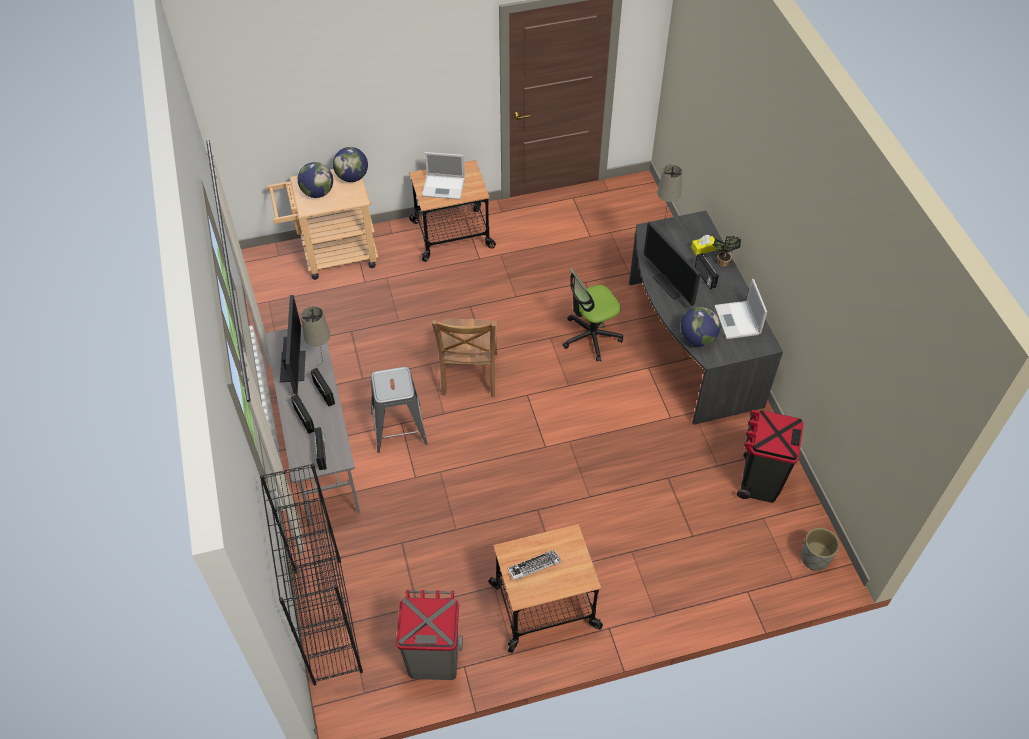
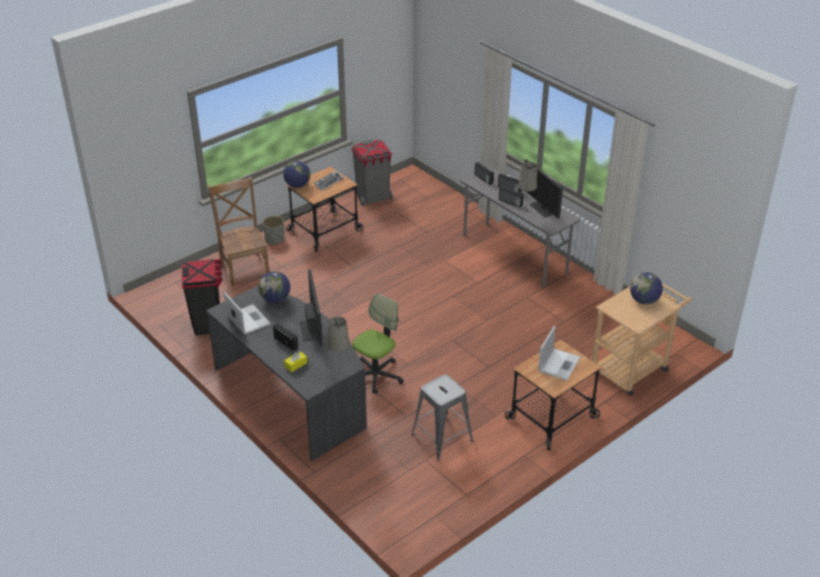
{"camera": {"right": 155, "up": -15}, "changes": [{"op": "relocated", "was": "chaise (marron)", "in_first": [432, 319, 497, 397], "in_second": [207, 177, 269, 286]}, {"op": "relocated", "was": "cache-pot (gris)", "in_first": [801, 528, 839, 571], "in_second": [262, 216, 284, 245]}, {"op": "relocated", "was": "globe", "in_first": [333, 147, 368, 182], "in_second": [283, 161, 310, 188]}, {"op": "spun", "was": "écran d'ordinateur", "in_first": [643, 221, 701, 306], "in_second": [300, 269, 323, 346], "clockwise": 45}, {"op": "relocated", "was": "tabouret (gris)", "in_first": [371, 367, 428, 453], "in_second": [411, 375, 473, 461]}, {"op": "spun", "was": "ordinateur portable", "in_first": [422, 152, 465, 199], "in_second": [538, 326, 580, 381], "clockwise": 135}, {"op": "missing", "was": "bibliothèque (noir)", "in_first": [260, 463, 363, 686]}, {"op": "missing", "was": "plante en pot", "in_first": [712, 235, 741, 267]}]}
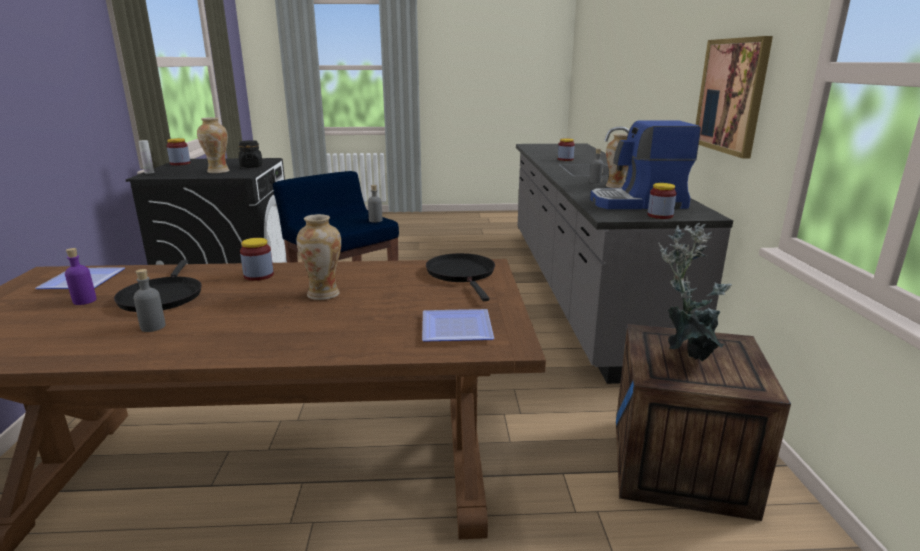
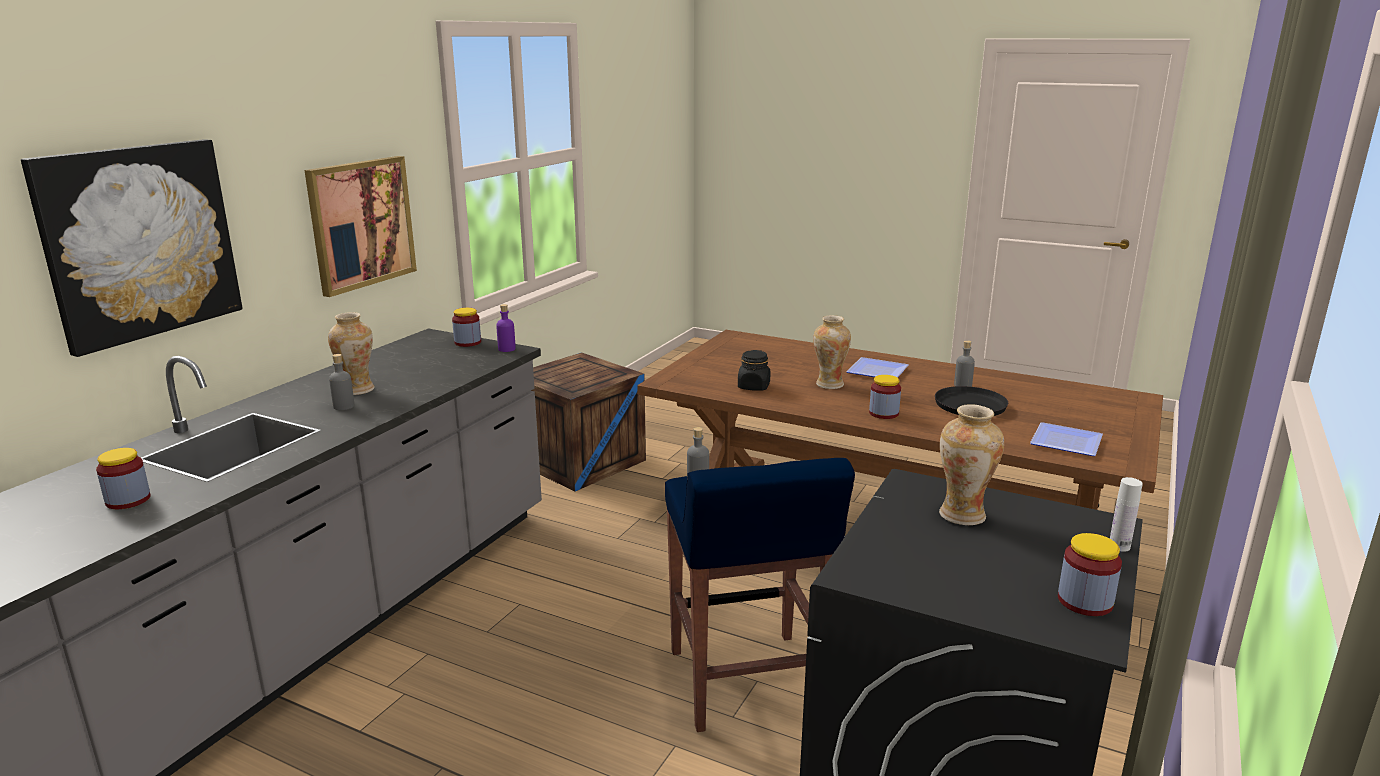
{"camera": {"right": -150, "up": 0}, "changes": [{"op": "appeared", "now": "tableau", "in_second": [21, 139, 242, 357]}, {"op": "relocated", "was": "bouteille (violet)", "in_first": [65, 248, 97, 305], "in_second": [496, 304, 516, 352]}, {"op": "relocated", "was": "bocal (noir)", "in_first": [239, 140, 263, 168], "in_second": [738, 350, 771, 391]}, {"op": "relocated", "was": "assiette", "in_first": [422, 309, 494, 342], "in_second": [846, 357, 908, 378]}, {"op": "missing", "was": "poêle (noir)", "in_first": [426, 253, 495, 301]}, {"op": "missing", "was": "machine à café", "in_first": [590, 120, 701, 209]}, {"op": "missing", "was": "plante en pot", "in_first": [658, 223, 732, 361]}]}
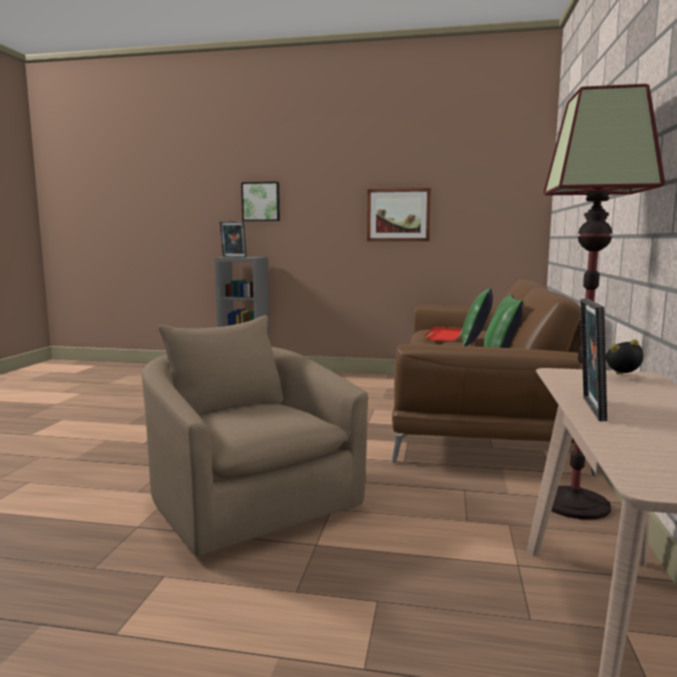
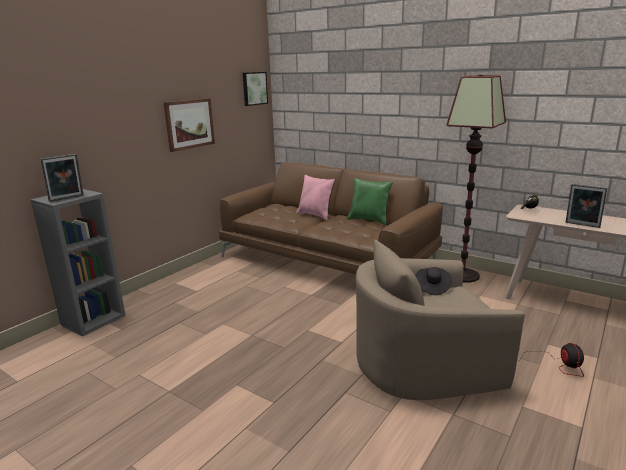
{"camera": {"right": -65, "up": 10}, "changes": [{"op": "relocated", "was": "tableau", "in_first": [241, 182, 280, 221], "in_second": [243, 72, 268, 106]}, {"op": "colour", "was": "coussin (vert)", "now": "coussin (rose)", "in_first": [462, 288, 493, 346], "in_second": [296, 175, 335, 221]}, {"op": "appeared", "now": "chapeau (noir)", "in_second": [416, 267, 452, 295]}, {"op": "appeared", "now": "ventilateur", "in_second": [521, 343, 584, 377]}, {"op": "missing", "was": "plateau (rouge)", "in_first": [424, 327, 462, 341]}]}
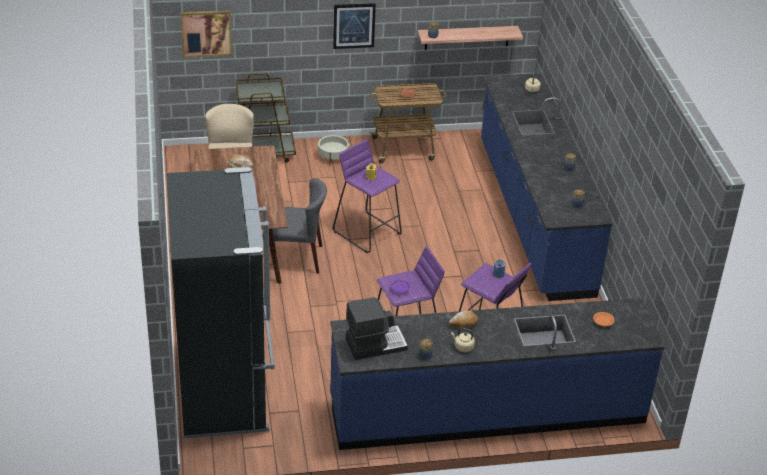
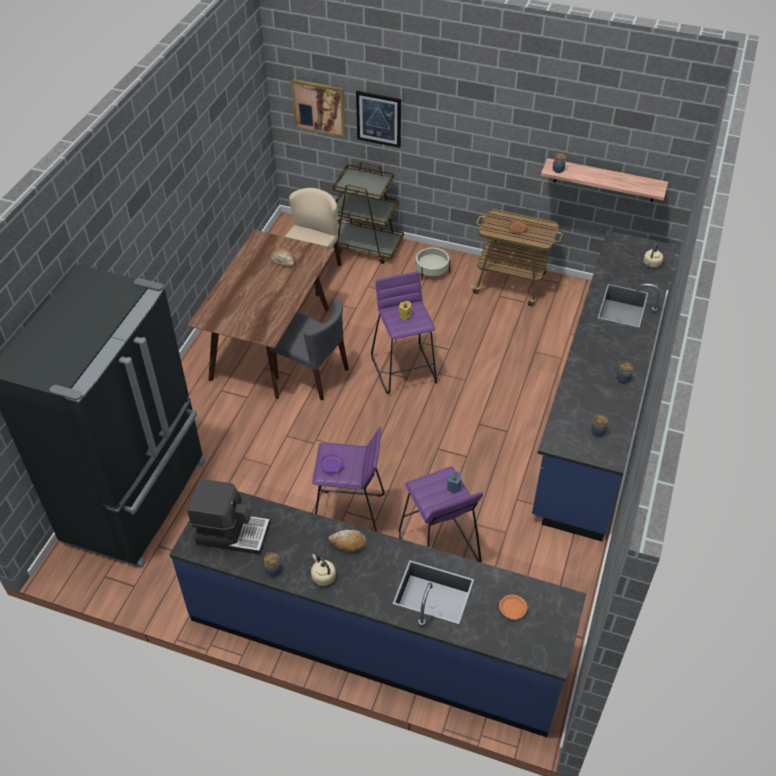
{"camera": {"right": 30, "up": 10}, "changes": [{"op": "relocated", "was": "tableau", "in_first": [333, 3, 376, 49], "in_second": [356, 91, 401, 148]}]}
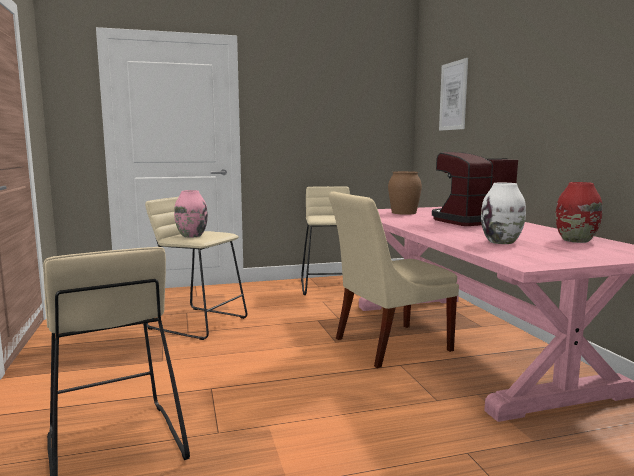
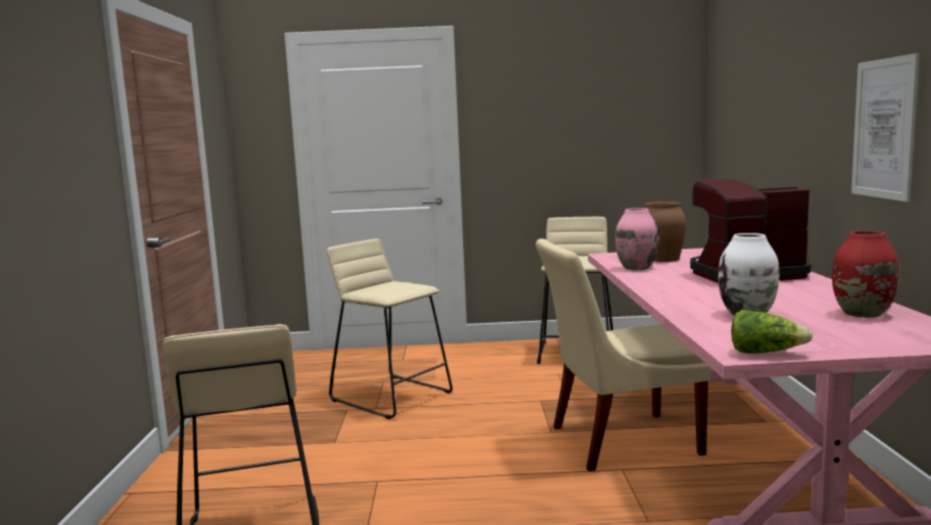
{"camera": {"right": 15, "up": 0}, "changes": [{"op": "relocated", "was": "vase (rose)", "in_first": [174, 190, 208, 238], "in_second": [615, 208, 659, 270]}, {"op": "appeared", "now": "laitue", "in_second": [731, 310, 813, 354]}, {"op": "relocated", "was": "tableau", "in_first": [439, 58, 468, 131], "in_second": [851, 53, 920, 202]}]}
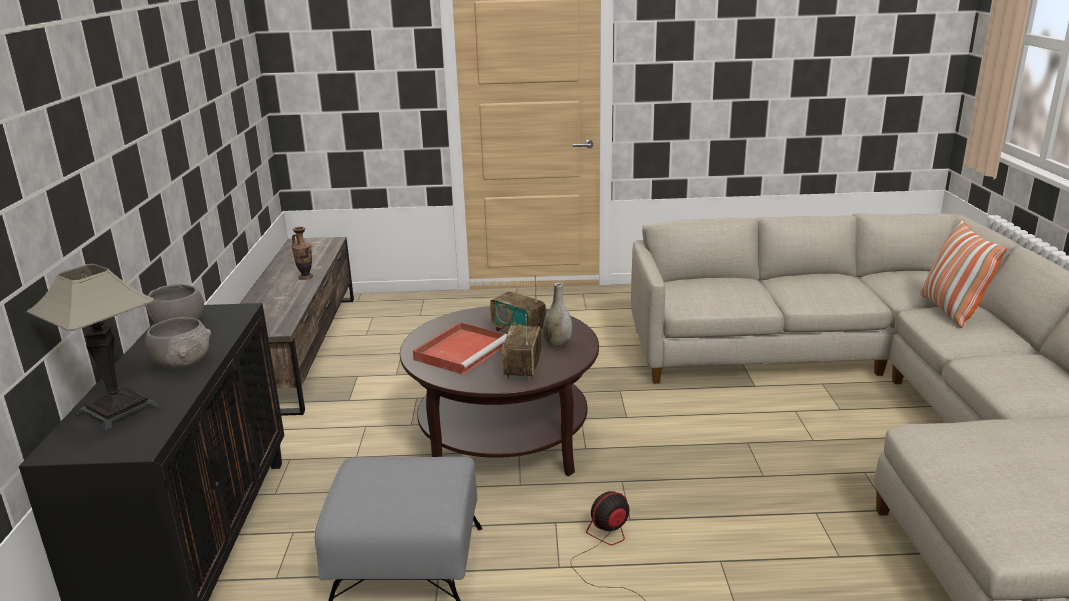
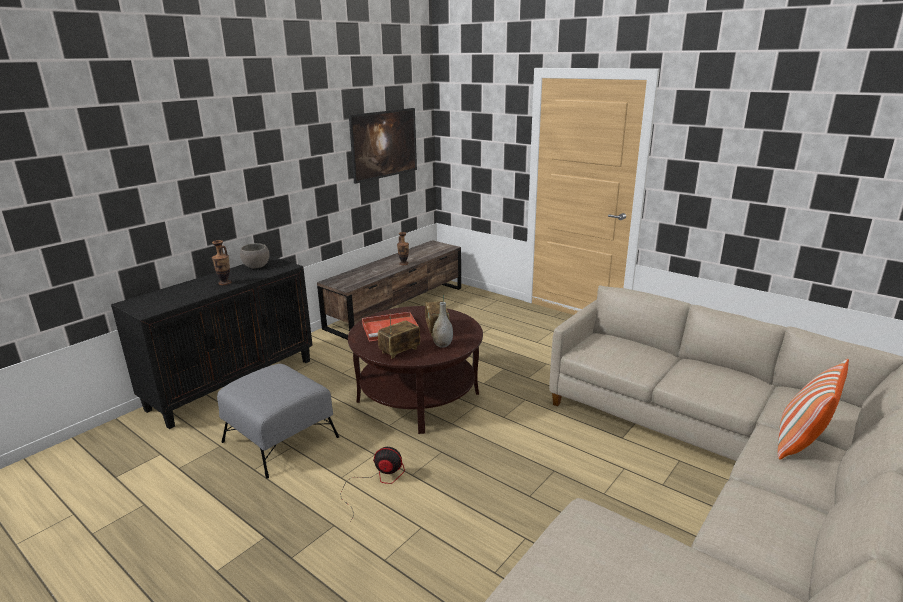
{"camera": {"right": 40, "up": 0}, "changes": [{"op": "exchanged", "was": "bol (gris)", "now": "vase", "in_first": [145, 317, 211, 369], "in_second": [212, 240, 231, 285]}, {"op": "appeared", "now": "tableau", "in_second": [349, 108, 417, 184]}, {"op": "missing", "was": "lampe de table", "in_first": [27, 264, 161, 432]}]}
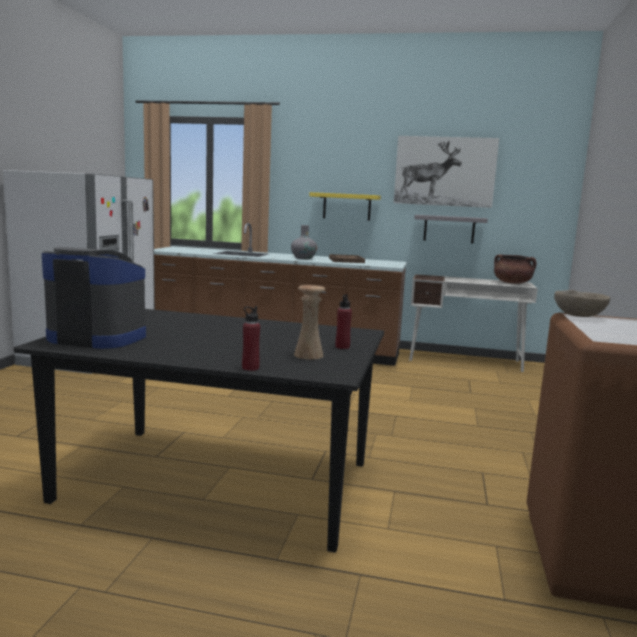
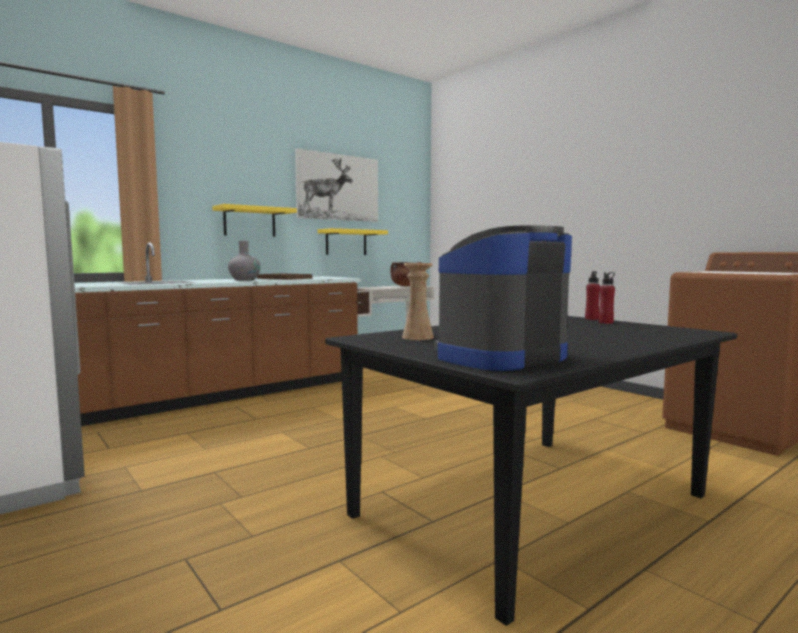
{"camera": {"right": -50, "up": -5}, "changes": [{"op": "colour", "was": "étagère (gris)", "now": "étagère (jaune)", "in_first": [414, 215, 488, 243], "in_second": [318, 228, 388, 255]}, {"op": "relocated", "was": "vase (beige)", "in_first": [294, 285, 325, 359], "in_second": [402, 263, 434, 340]}, {"op": "relocated", "was": "bouteille (rouge)", "in_first": [242, 306, 260, 371], "in_second": [585, 271, 600, 320]}, {"op": "missing", "was": "bol (beige)", "in_first": [554, 290, 610, 317]}]}
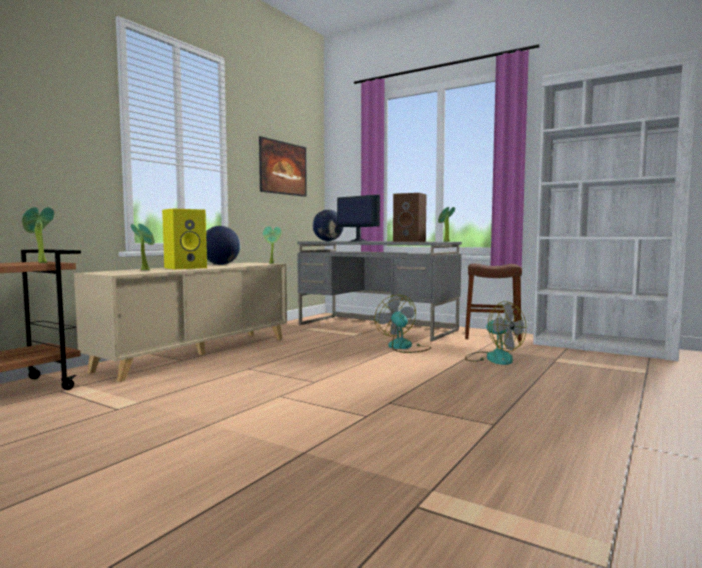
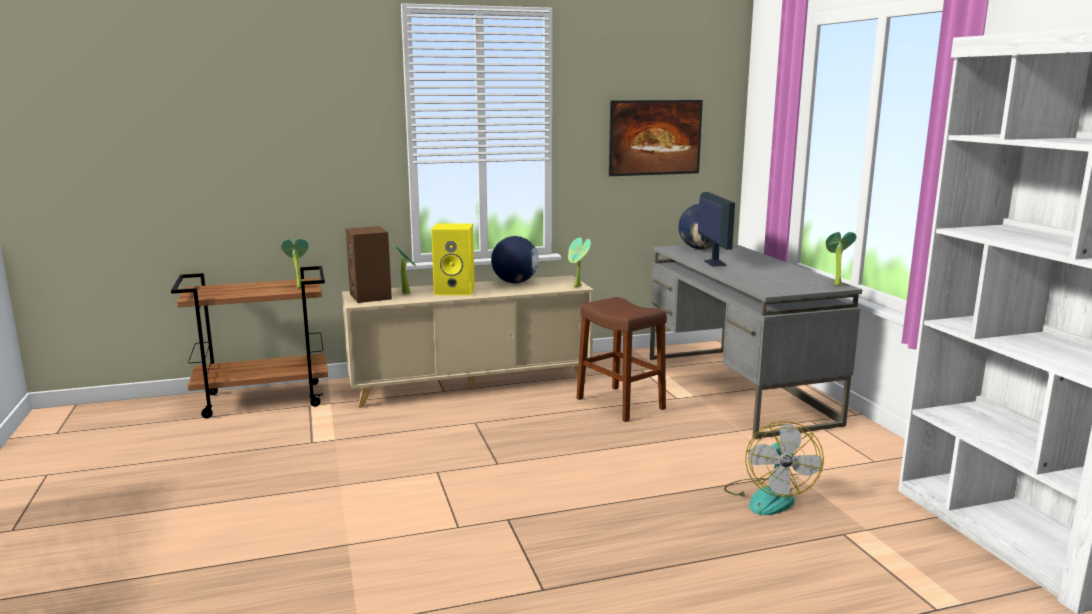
{"camera": {"right": 40, "up": 10}, "changes": [{"op": "relocated", "was": "enceinte (marron)", "in_first": [393, 193, 427, 242], "in_second": [346, 226, 392, 303]}, {"op": "relocated", "was": "tabouret (marron)", "in_first": [465, 264, 522, 342], "in_second": [577, 297, 667, 422]}, {"op": "missing", "was": "ventilateur", "in_first": [375, 295, 431, 353]}]}
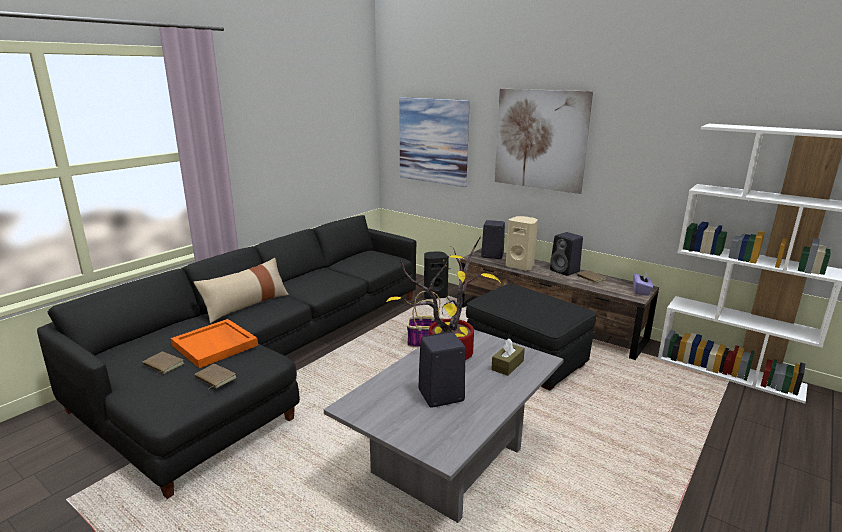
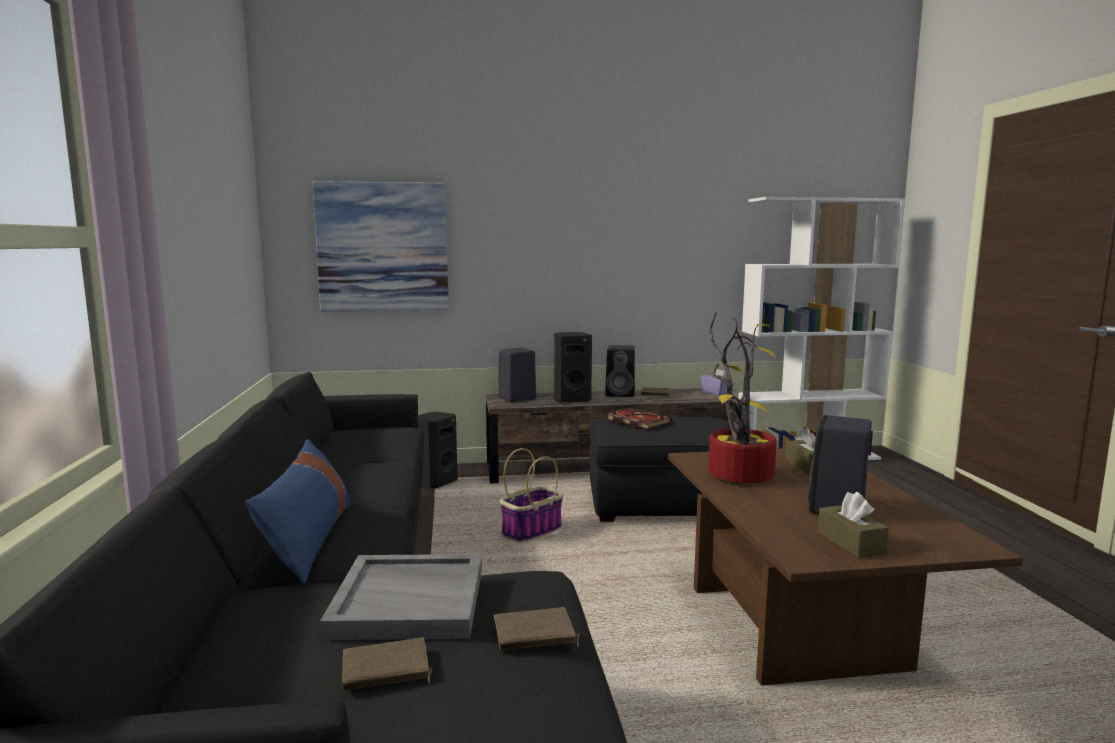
{"camera": {"right": -45, "up": -10}, "changes": [{"op": "colour", "was": "coussin (beige)", "now": "coussin (bleu)", "in_first": [194, 258, 289, 323], "in_second": [245, 439, 351, 584]}, {"op": "colour", "was": "plateau (orange)", "now": "plateau (gris)", "in_first": [171, 319, 258, 368], "in_second": [320, 554, 482, 640]}, {"op": "colour", "was": "enceinte (beige)", "now": "enceinte (noir)", "in_first": [506, 216, 538, 271], "in_second": [554, 332, 592, 403]}, {"op": "appeared", "now": "livre", "in_second": [606, 408, 672, 429]}, {"op": "colour", "was": "table basse (gris)", "now": "table basse (marron)", "in_first": [324, 330, 564, 523], "in_second": [668, 448, 1023, 686]}, {"op": "appeared", "now": "boîte à mouchoirs (marron)", "in_second": [818, 492, 889, 558]}, {"op": "missing", "was": "tableau", "in_first": [495, 89, 593, 194]}]}
